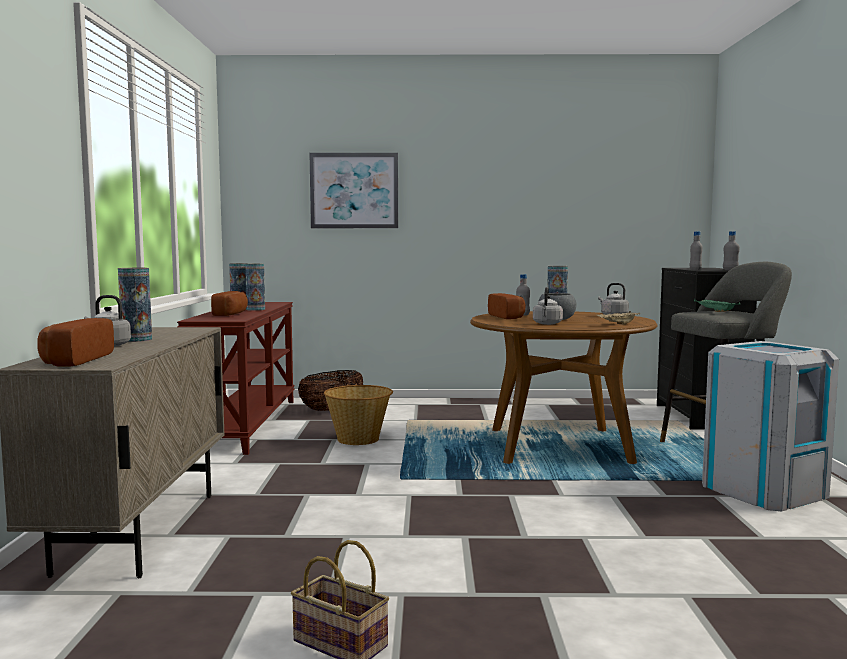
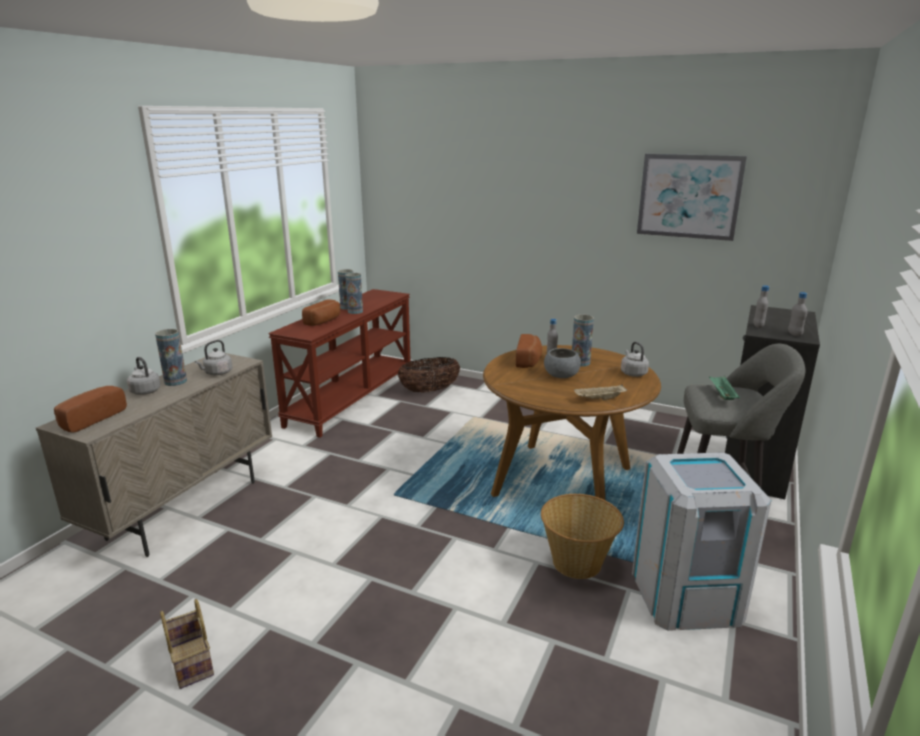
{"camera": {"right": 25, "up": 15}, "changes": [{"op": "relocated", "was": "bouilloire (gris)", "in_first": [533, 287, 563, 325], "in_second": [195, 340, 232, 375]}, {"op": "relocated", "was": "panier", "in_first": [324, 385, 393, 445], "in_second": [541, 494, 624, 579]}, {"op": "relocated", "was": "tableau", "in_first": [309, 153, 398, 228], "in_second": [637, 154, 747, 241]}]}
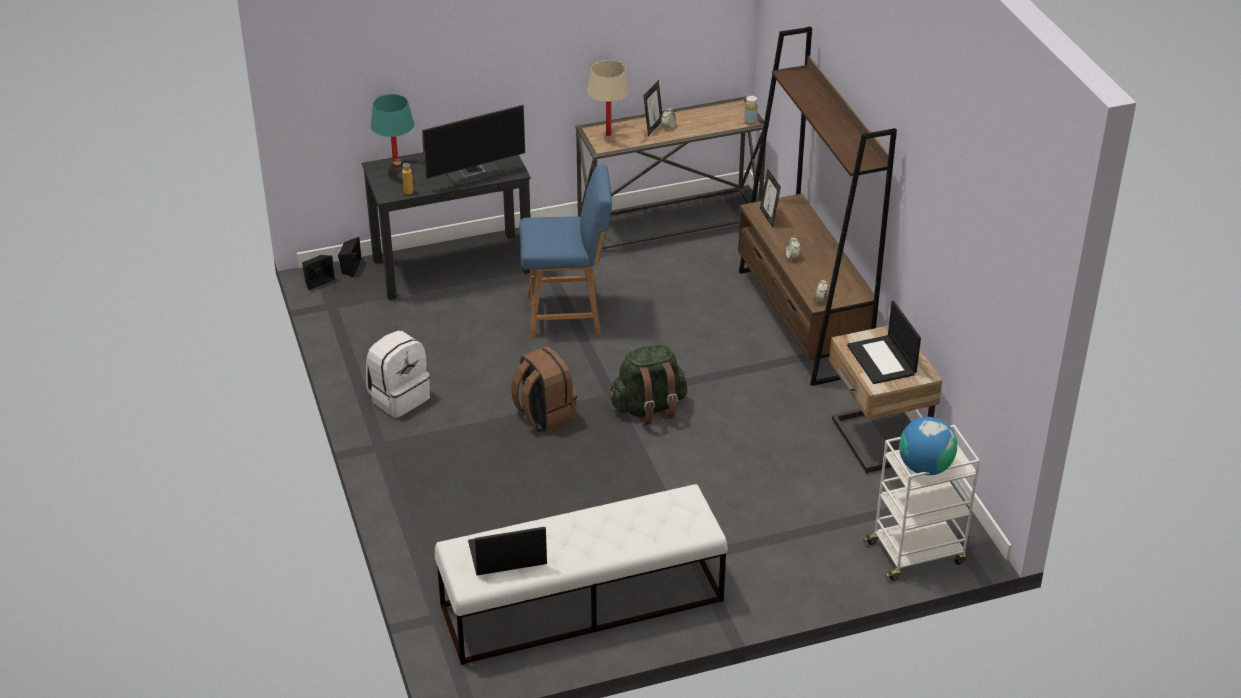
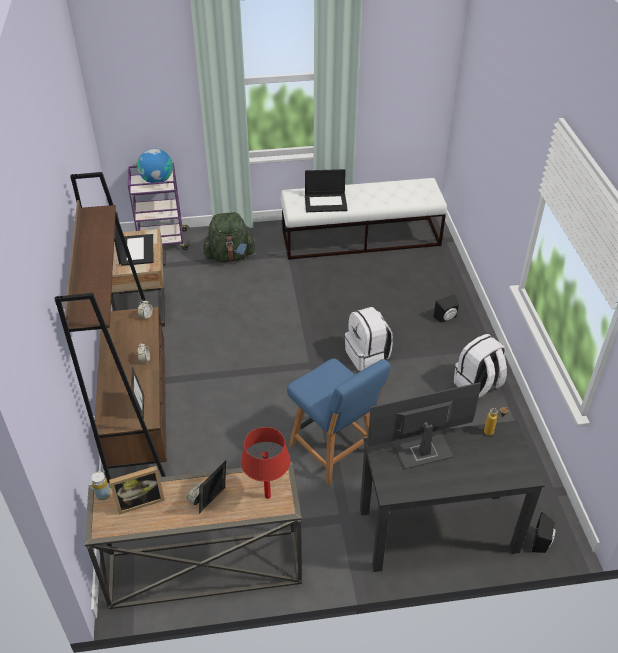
{"camera": {"right": -170, "up": 5}, "changes": [{"op": "appeared", "now": "cadre photo", "in_second": [109, 466, 165, 515]}, {"op": "colour", "was": "chariot (blanc)", "now": "chariot (violet)", "in_first": [863, 425, 980, 581], "in_second": [128, 163, 190, 250]}, {"op": "relocated", "was": "sac à dos (vert)", "in_first": [610, 345, 688, 425], "in_second": [203, 212, 256, 263]}, {"op": "colour", "was": "lampe de table (beige)", "now": "lampe de table (rouge)", "in_first": [587, 60, 630, 136], "in_second": [241, 427, 290, 499]}, {"op": "spun", "was": "chaise (bleu)", "in_first": [519, 164, 612, 338], "in_second": [287, 359, 390, 485], "clockwise": -135}, {"op": "relocated", "was": "ordinateur portable", "in_first": [468, 527, 547, 575], "in_second": [305, 169, 348, 212]}, {"op": "colour", "was": "sac à dos (marron)", "now": "sac à dos (blanc)", "in_first": [511, 346, 577, 433], "in_second": [345, 307, 393, 371]}, {"op": "relocated", "was": "enceinte (noir)", "in_first": [302, 255, 335, 290], "in_second": [433, 294, 459, 323]}, {"op": "missing", "was": "lampe de table (turquoise)", "in_first": [370, 94, 414, 172]}]}
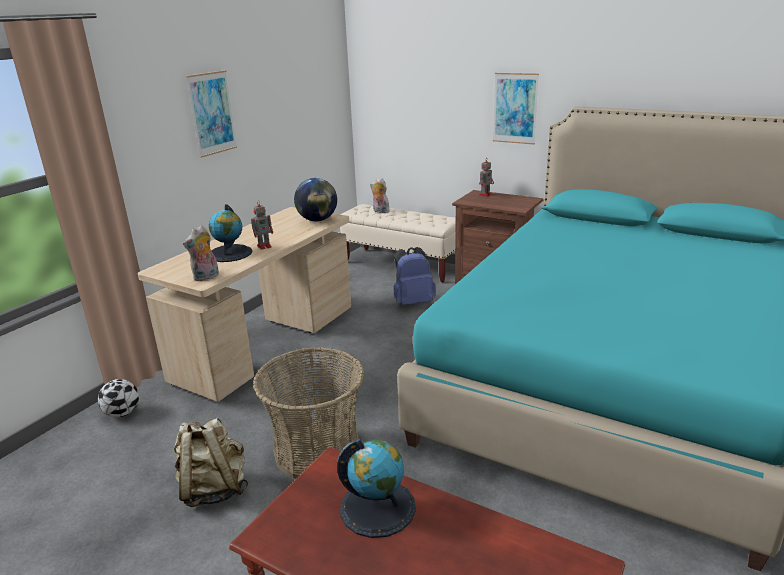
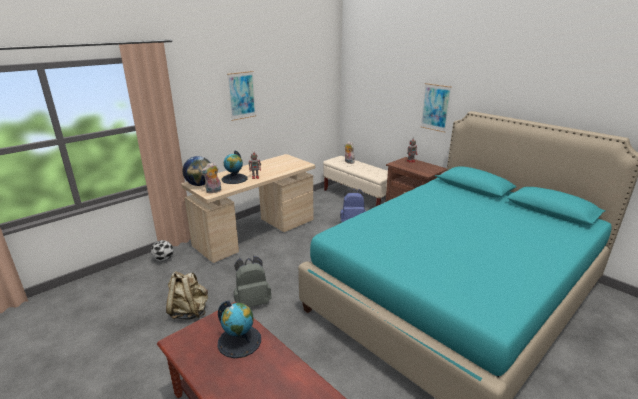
{"camera": {"right": 15, "up": 0}, "changes": [{"op": "relocated", "was": "globe", "in_first": [294, 178, 337, 221], "in_second": [183, 156, 210, 186]}, {"op": "exchanged", "was": "panier", "now": "sac à dos (gris)", "in_first": [253, 347, 365, 479], "in_second": [234, 256, 271, 307]}]}
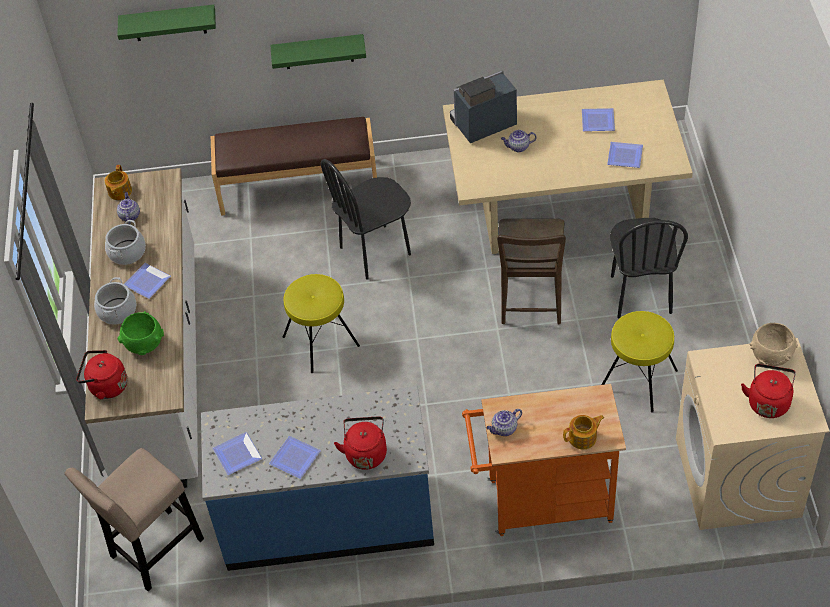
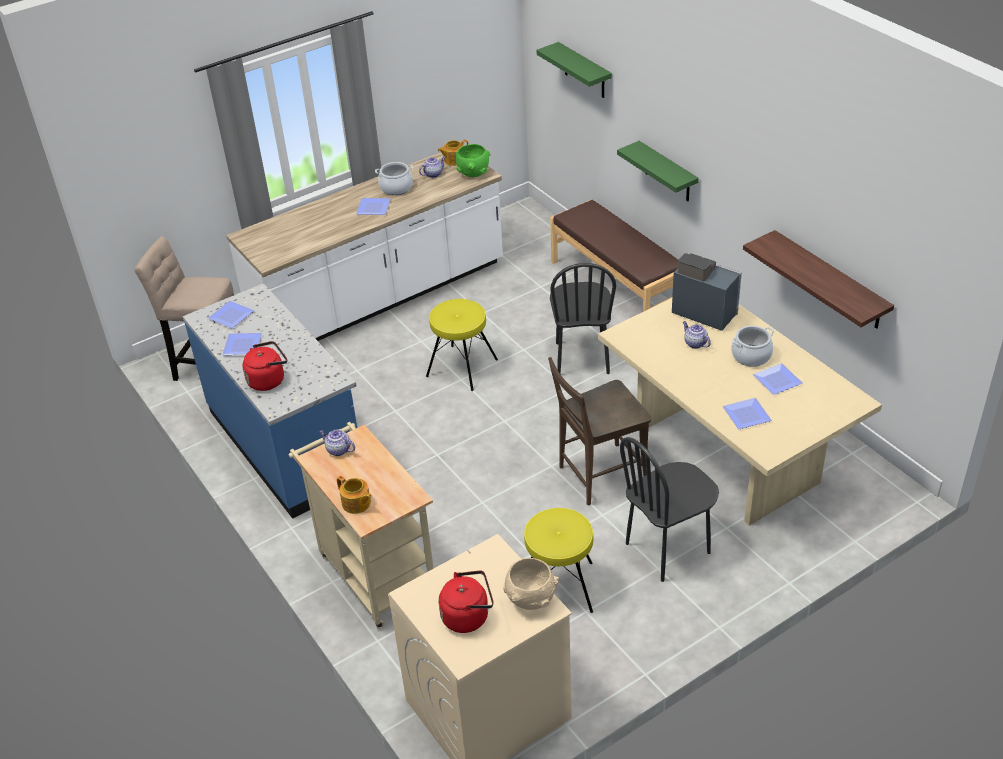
{"camera": {"right": 60, "up": -10}, "changes": [{"op": "colour", "was": "chariot (orange)", "now": "chariot (beige)", "in_first": [462, 384, 626, 536], "in_second": [289, 422, 434, 629]}, {"op": "relocated", "was": "bol (vert)", "in_first": [118, 311, 164, 355], "in_second": [456, 144, 491, 177]}, {"op": "spun", "was": "chaise (noir)", "in_first": [321, 159, 411, 280], "in_second": [550, 263, 616, 374], "clockwise": -120}, {"op": "relocated", "was": "marmite", "in_first": [94, 277, 136, 324], "in_second": [731, 326, 774, 367]}, {"op": "appeared", "now": "étagère", "in_second": [743, 230, 894, 329]}, {"op": "missing", "was": "bouilloire (rouge)", "in_first": [76, 350, 127, 399]}]}
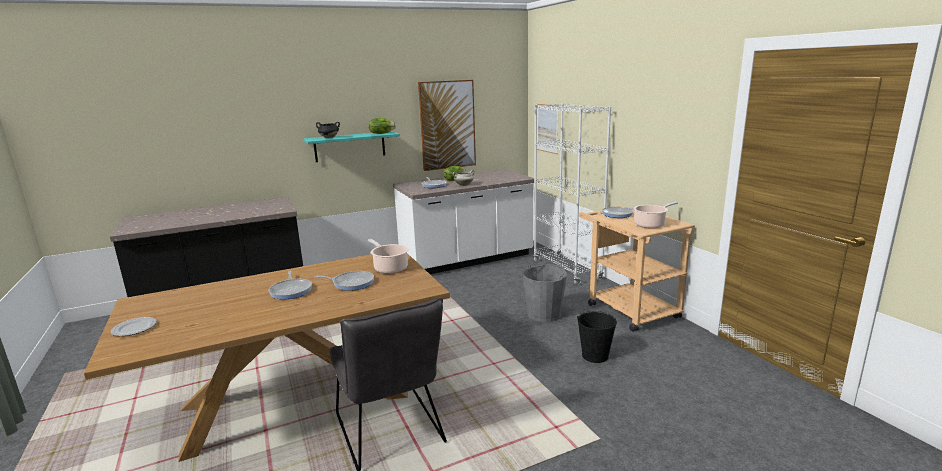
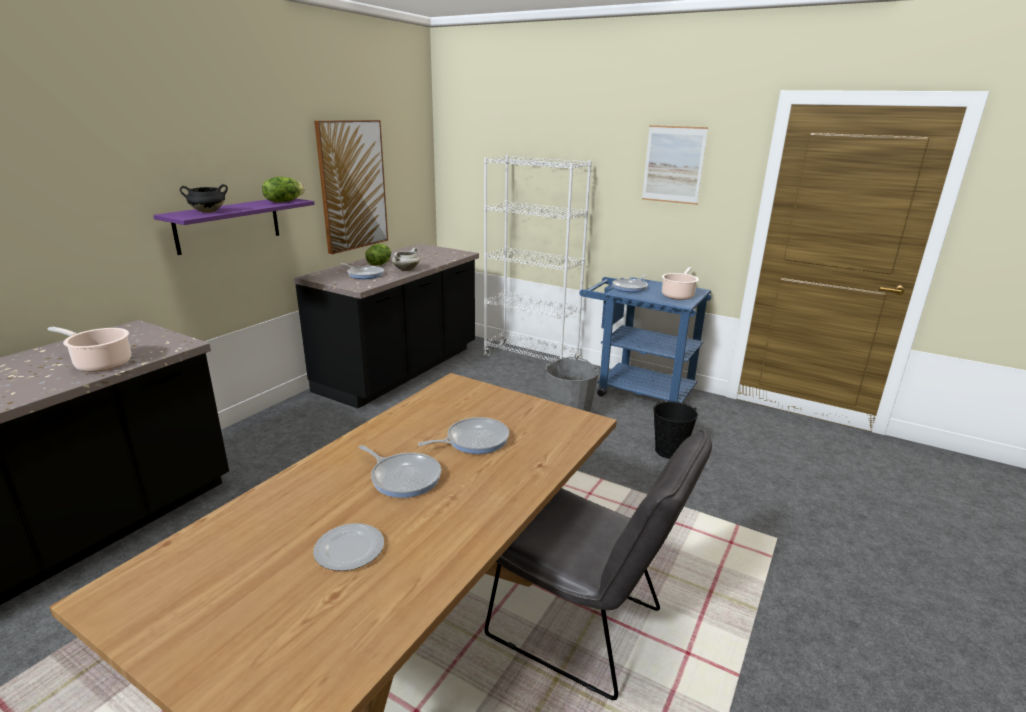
{"camera": {"right": -35, "up": 5}, "changes": [{"op": "relocated", "was": "marmite", "in_first": [368, 239, 409, 274], "in_second": [47, 327, 131, 372]}, {"op": "colour", "was": "étagère (turquoise)", "now": "étagère (violet)", "in_first": [303, 131, 400, 162], "in_second": [153, 199, 315, 255]}, {"op": "colour", "was": "comptoir de cuisine (blanc)", "now": "comptoir de cuisine (noir)", "in_first": [393, 170, 534, 274], "in_second": [294, 244, 479, 409]}, {"op": "relocated", "was": "assiette", "in_first": [111, 317, 157, 336], "in_second": [313, 523, 384, 571]}, {"op": "colour", "was": "chariot (beige)", "now": "chariot (bleu)", "in_first": [579, 206, 695, 332], "in_second": [579, 277, 711, 403]}, {"op": "relocated", "was": "tableau", "in_first": [537, 104, 558, 154], "in_second": [642, 125, 708, 205]}]}
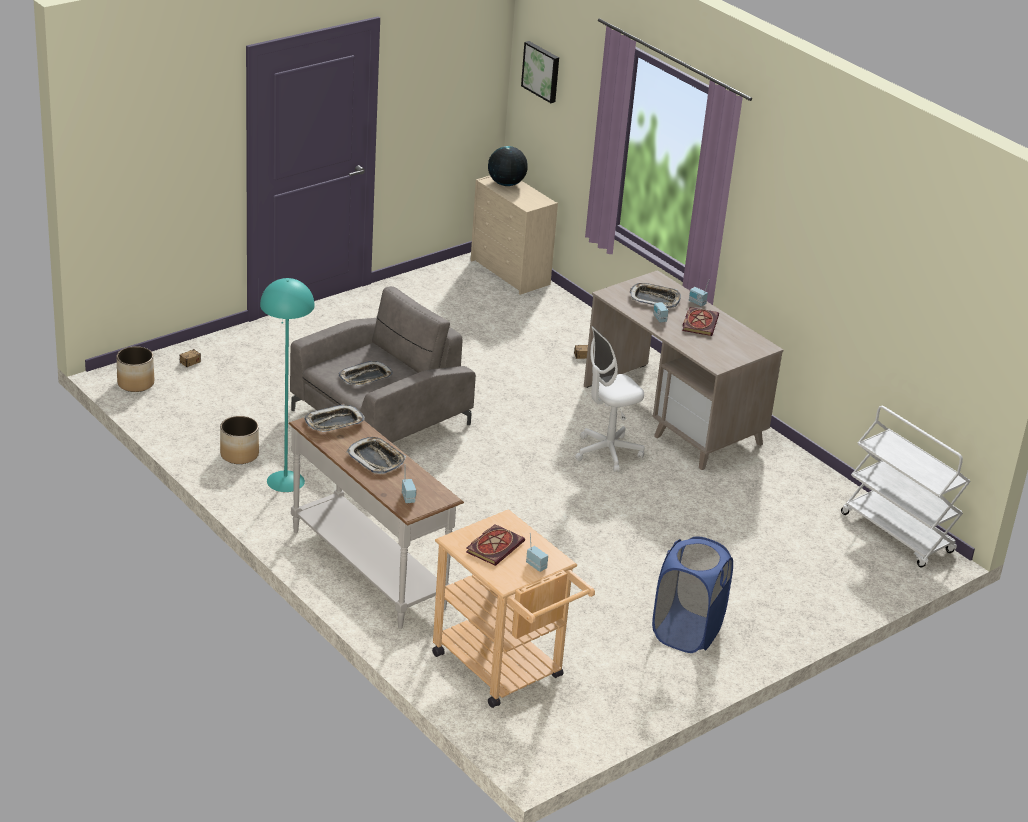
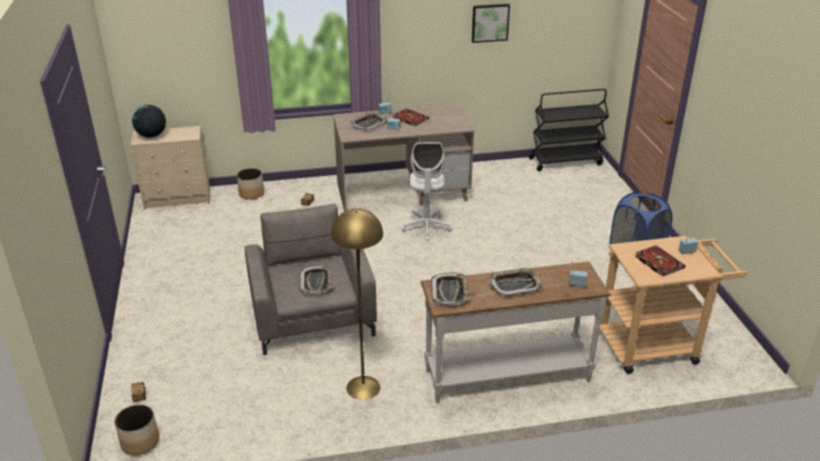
{"camera": {"right": -60, "up": 0}, "changes": [{"op": "relocated", "was": "cache-pot", "in_first": [220, 416, 259, 464], "in_second": [237, 168, 264, 200]}, {"op": "colour", "was": "lampadaire (turquoise)", "now": "lampadaire (jaune)", "in_first": [260, 278, 315, 492], "in_second": [331, 208, 383, 400]}, {"op": "relocated", "was": "tableau", "in_first": [521, 41, 559, 103], "in_second": [472, 4, 510, 43]}, {"op": "colour", "was": "chariot (blanc)", "now": "chariot (noir)", "in_first": [841, 406, 971, 568], "in_second": [529, 89, 609, 171]}]}
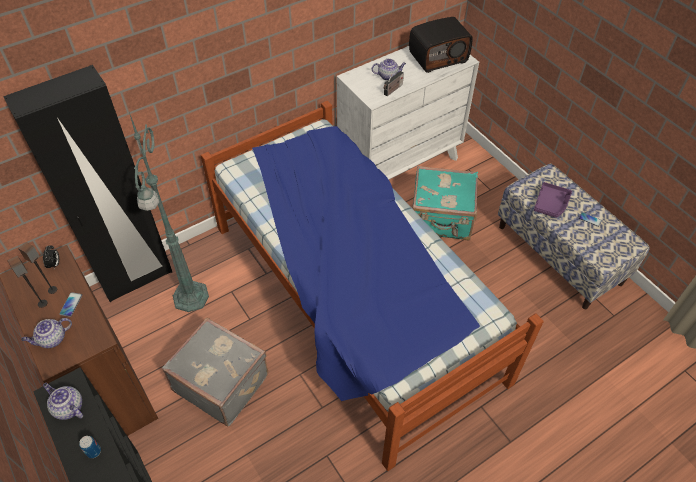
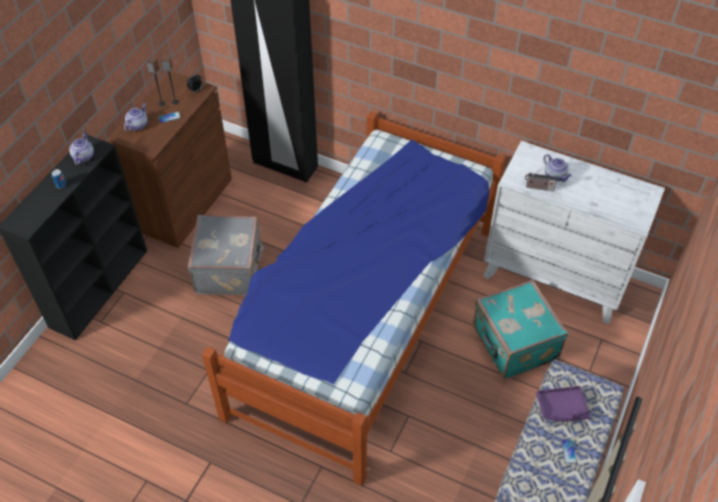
{"camera": {"right": 60, "up": 0}, "changes": [{"op": "spun", "was": "théière", "in_first": [21, 318, 72, 348], "in_second": [124, 103, 148, 131], "clockwise": 90}, {"op": "missing", "was": "lampadaire (vert)", "in_first": [129, 112, 209, 312]}, {"op": "missing", "was": "radio", "in_first": [409, 17, 473, 73]}]}
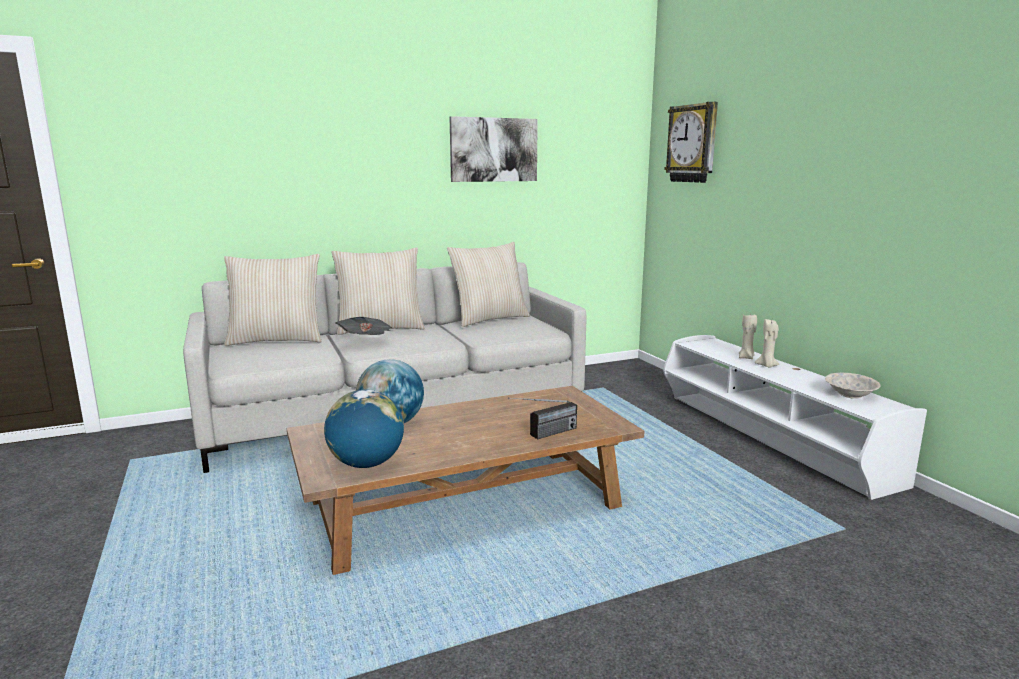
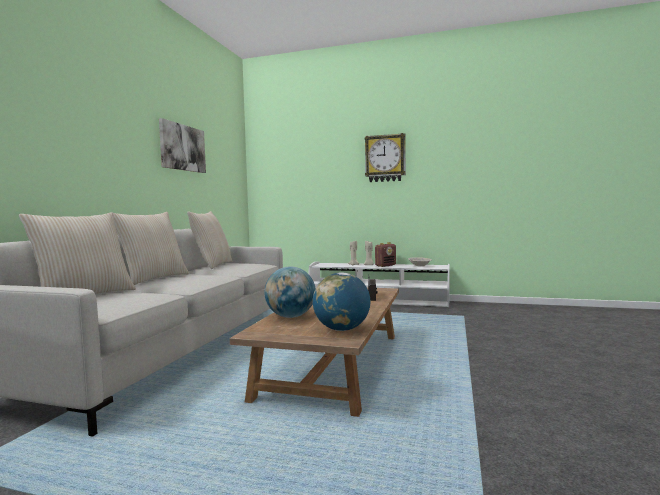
{"camera": {"right": -50, "up": -10}, "changes": [{"op": "relocated", "was": "horloge murale", "in_first": [664, 102, 718, 183], "in_second": [364, 133, 406, 182]}, {"op": "appeared", "now": "radio", "in_second": [375, 242, 396, 267]}, {"op": "missing", "was": "journal", "in_first": [335, 317, 392, 335]}]}
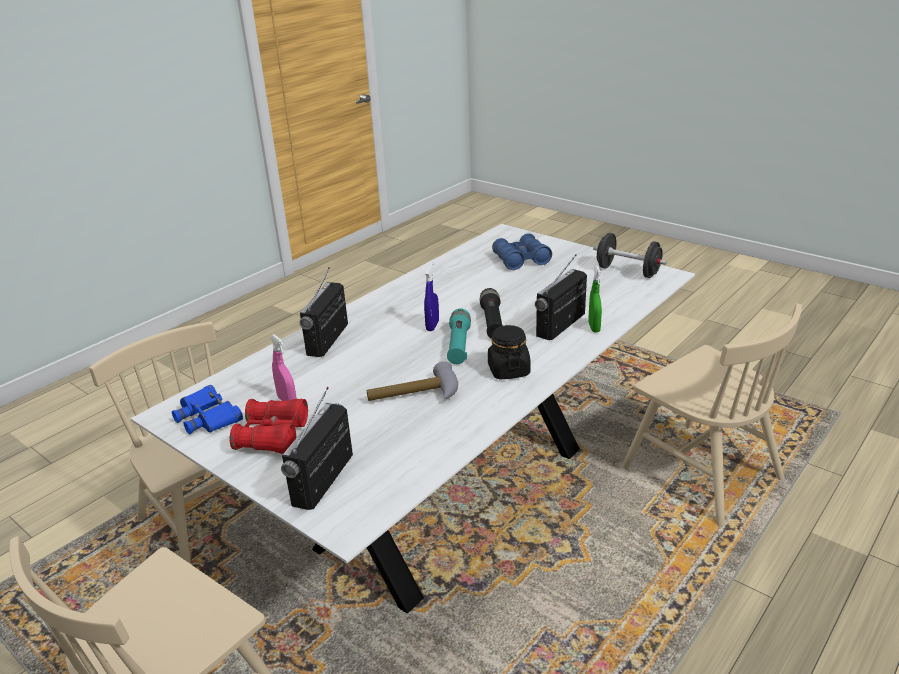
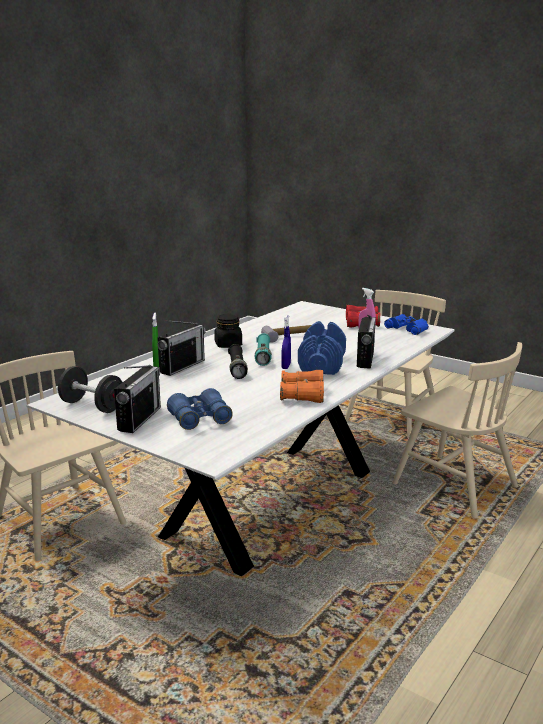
{"camera": {"right": 175, "up": -10}, "changes": [{"op": "relocated", "was": "radio", "in_first": [281, 387, 353, 510], "in_second": [114, 365, 161, 433]}, {"op": "appeared", "now": "jumelles (orange)", "in_second": [280, 370, 324, 403]}, {"op": "appeared", "now": "haltère (bleu)", "in_second": [298, 321, 346, 375]}]}
